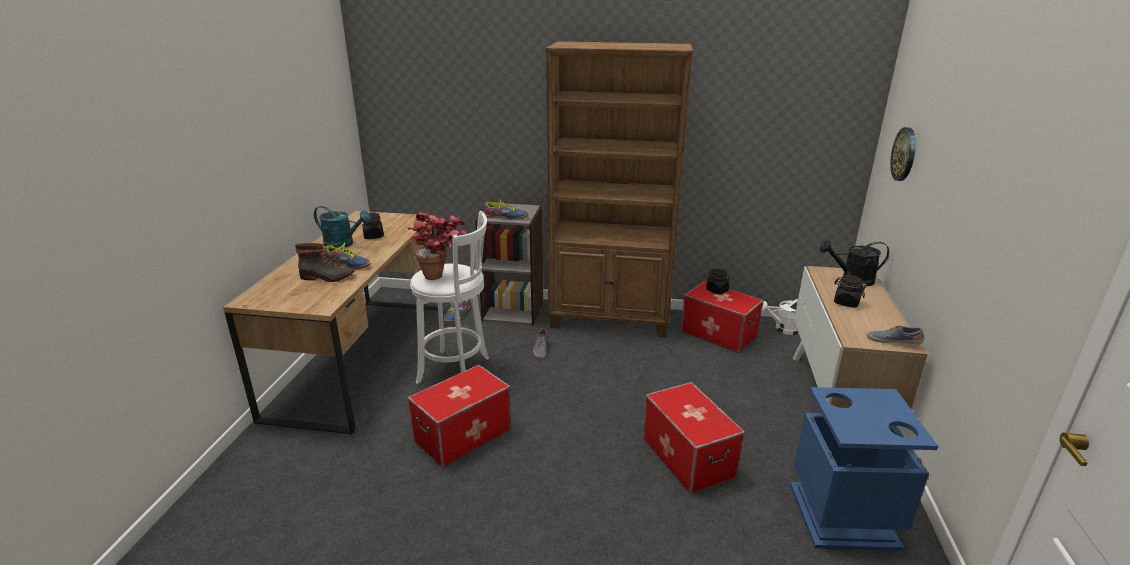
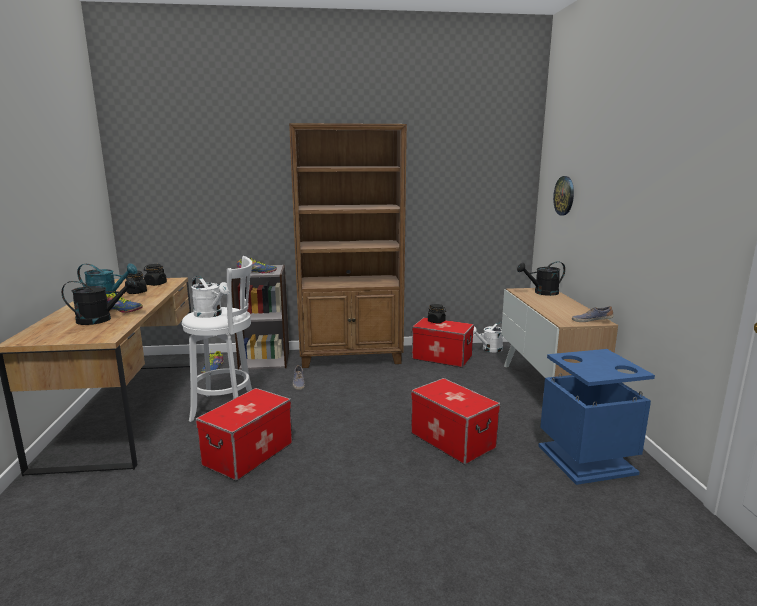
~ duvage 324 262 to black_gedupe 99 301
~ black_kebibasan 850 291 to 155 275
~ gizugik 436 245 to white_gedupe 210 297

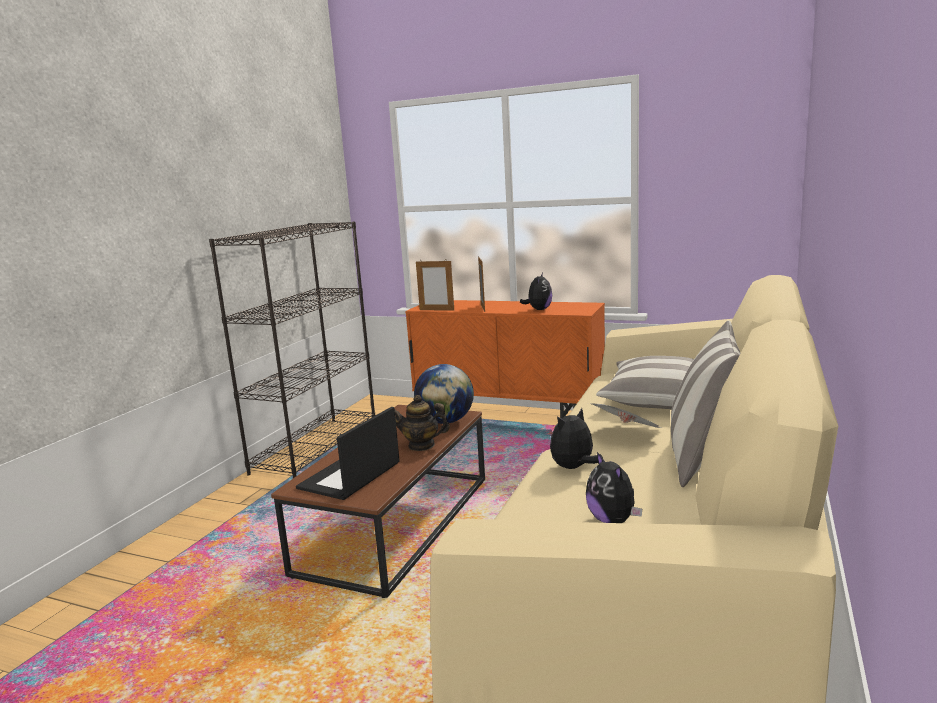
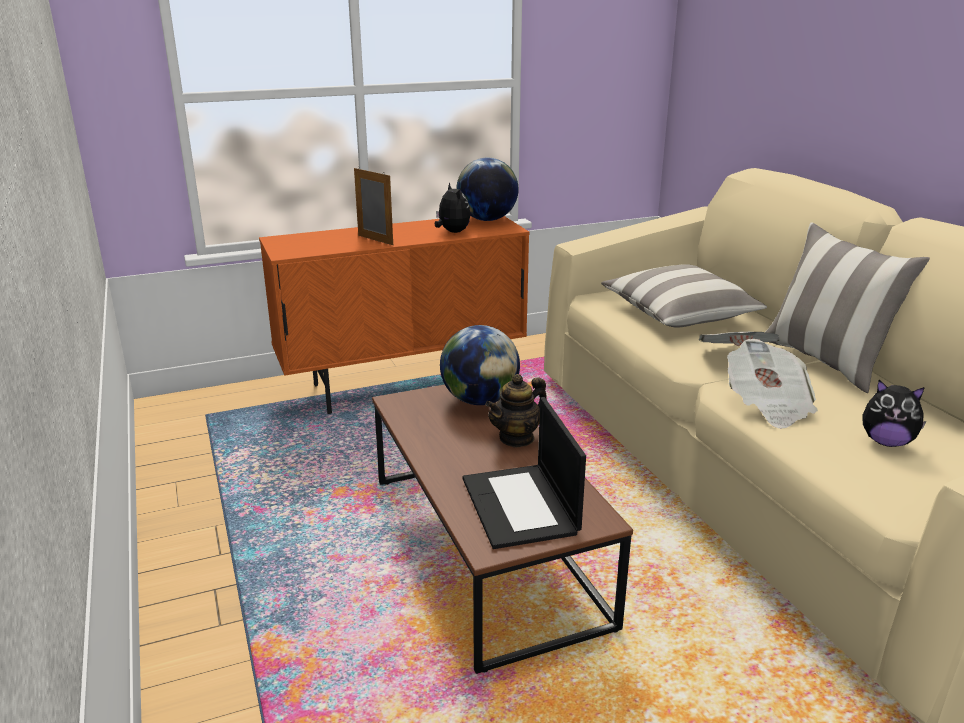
+ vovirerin 487 189
~ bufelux 576 438 to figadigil 772 384
- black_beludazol 292 349
- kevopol 435 285

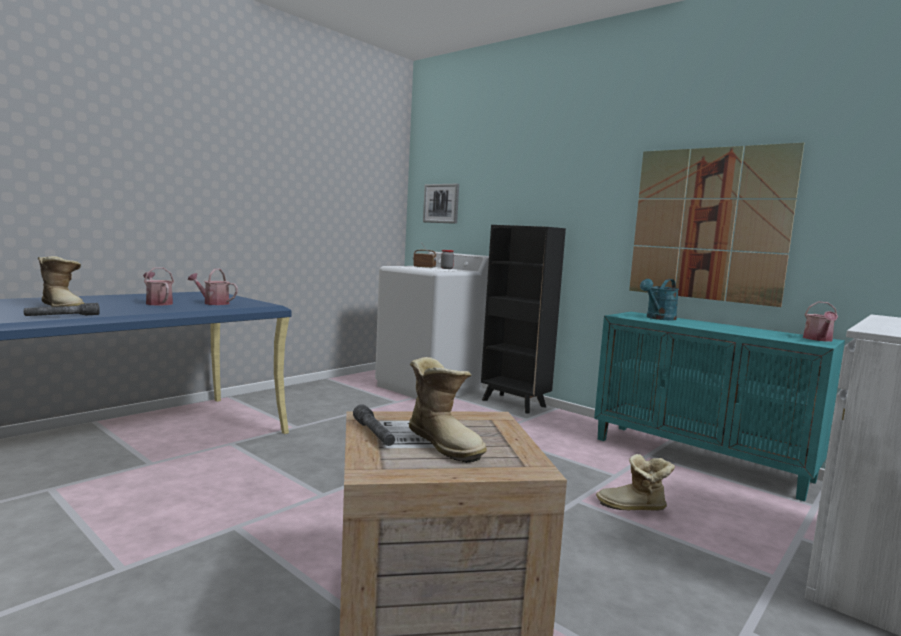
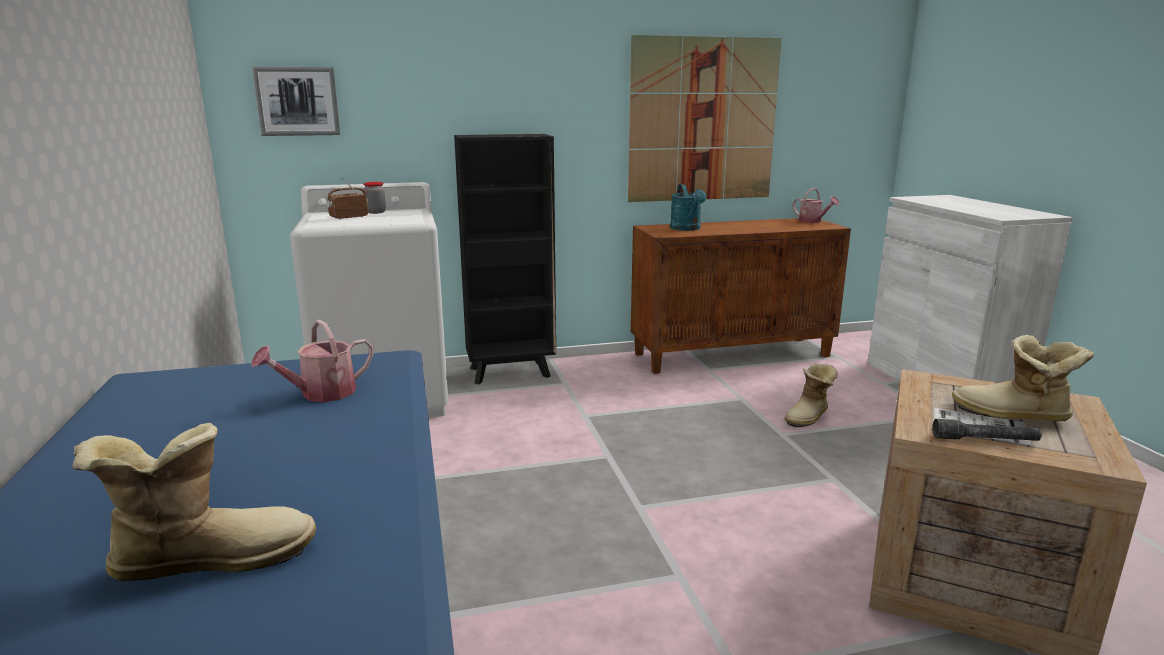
~ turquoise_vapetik 719 406 to brown_vapetik 741 296
~ duvage 448 410 = 1023 378 150 degrees counterclockwise
- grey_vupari 62 309
- gedupe 158 286

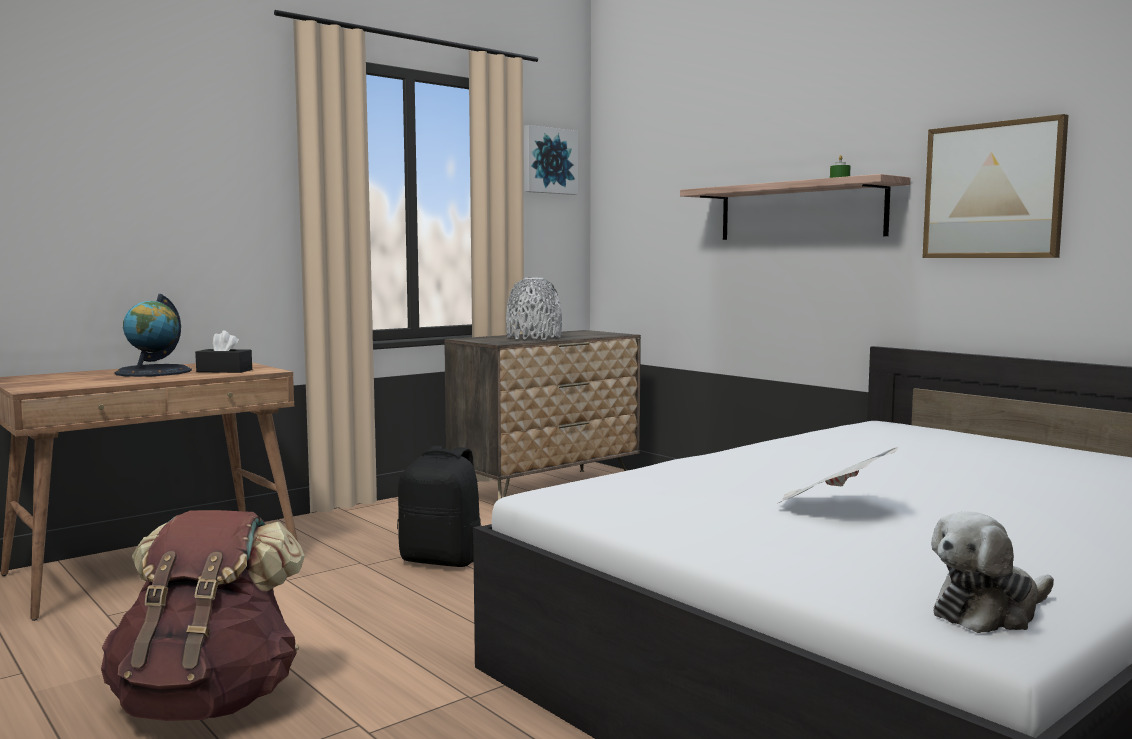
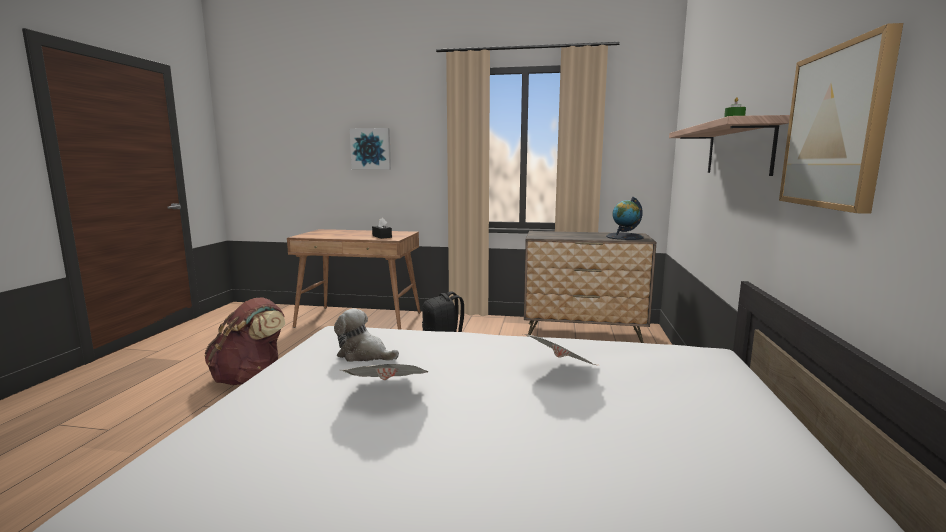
~ bufelux 992 572 to 366 335
~ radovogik 551 160 to 370 148
+ figadigil 560 349
~ vovirerin 153 335 to 625 218
- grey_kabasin 534 309

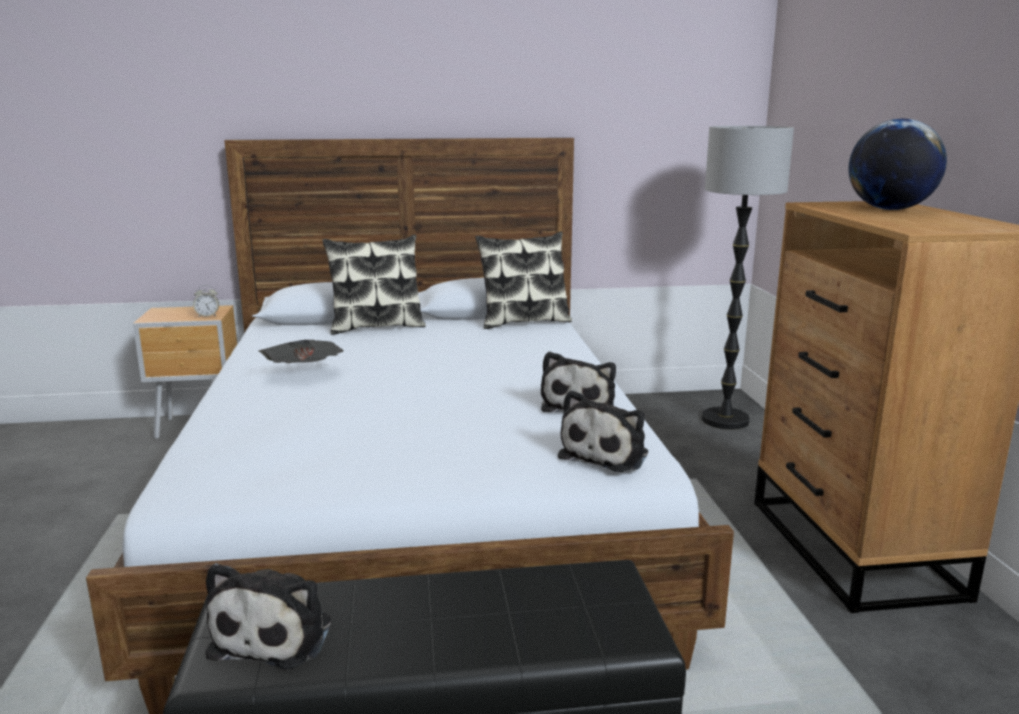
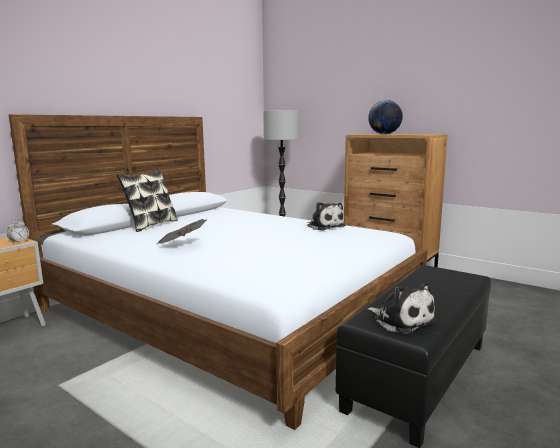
- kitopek 523 280
- bufelux 603 431

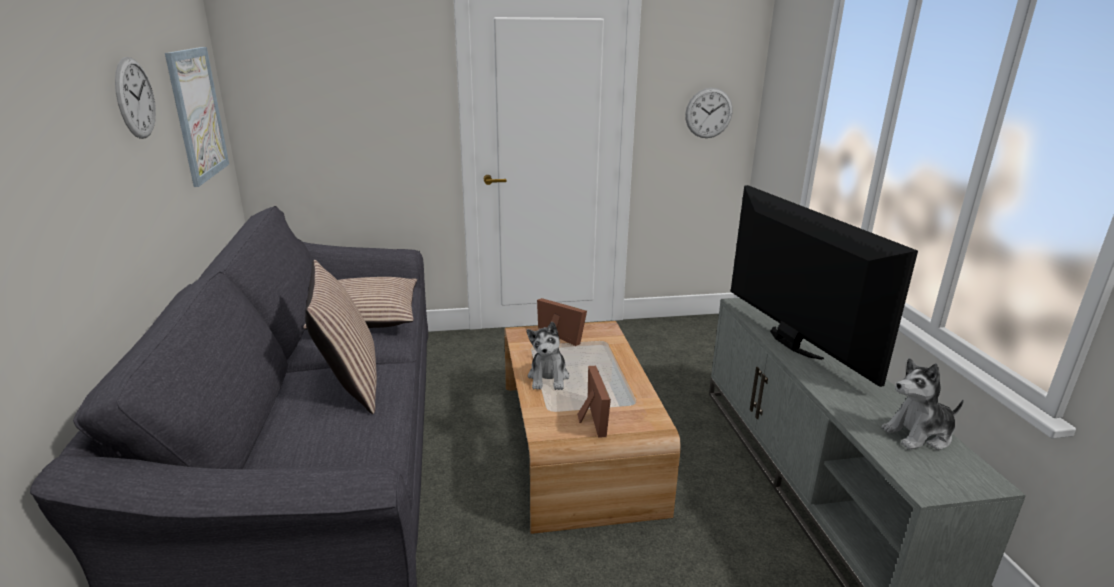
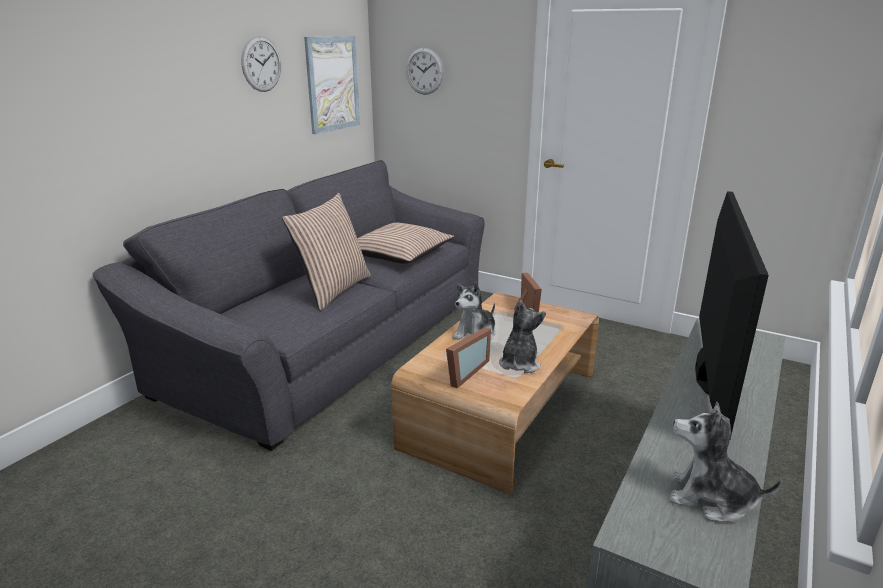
~ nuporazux 709 113 to 425 71
+ bufelux 522 336

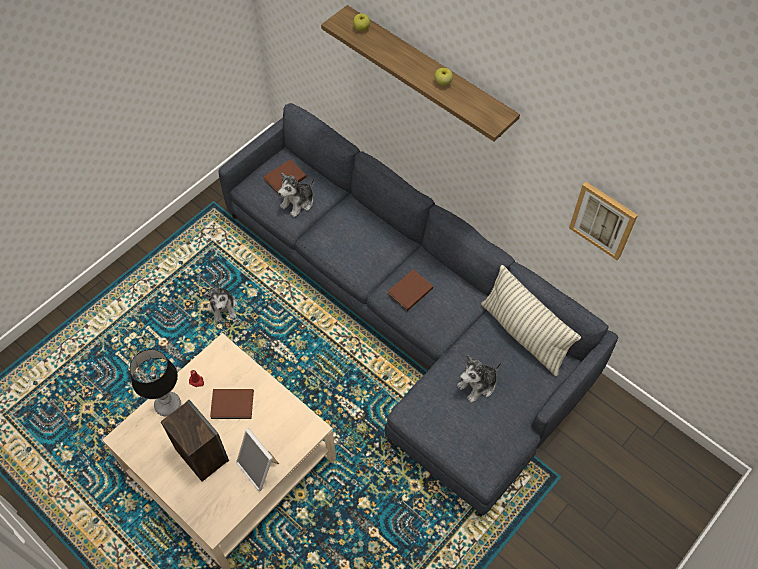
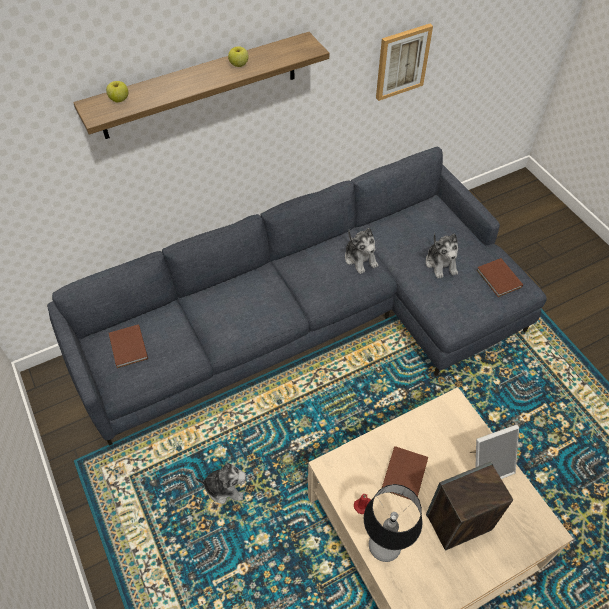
~ bufelux 296 195 to 361 251
~ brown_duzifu 410 290 to 500 277
- kitopek 531 320

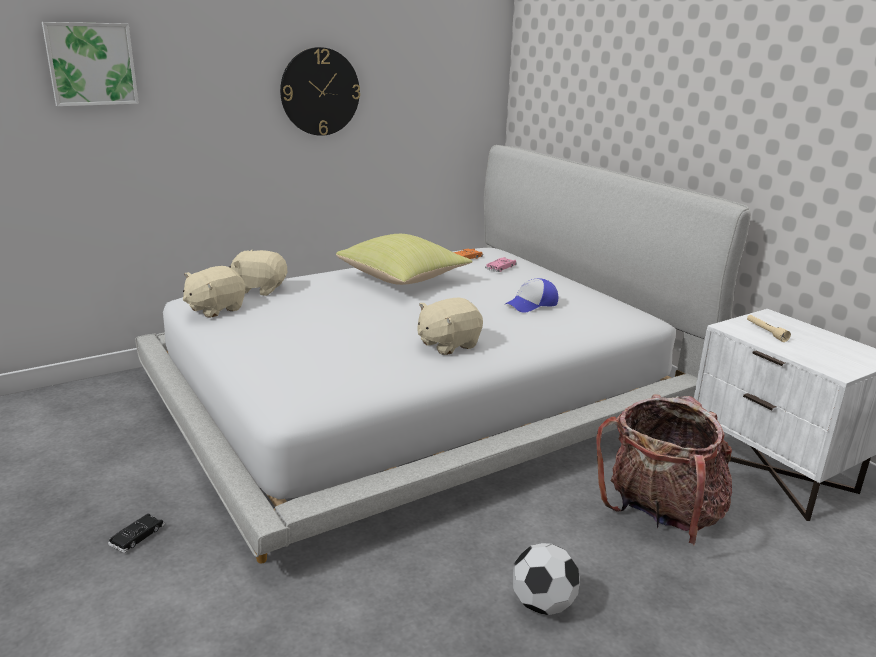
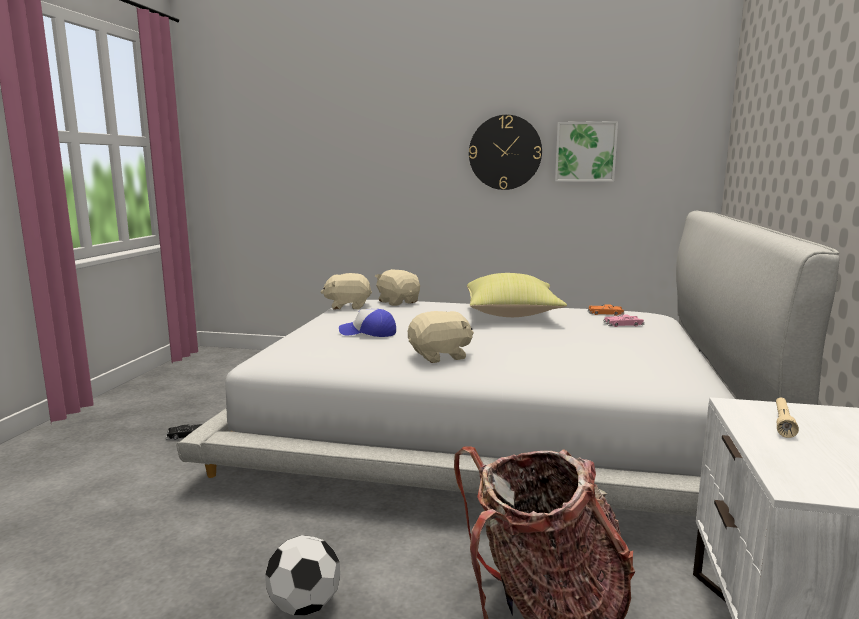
~ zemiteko 531 295 to 367 323
~ beige_bufelux 450 326 = 441 337 150 degrees clockwise
~ radovogik 90 64 to 586 151

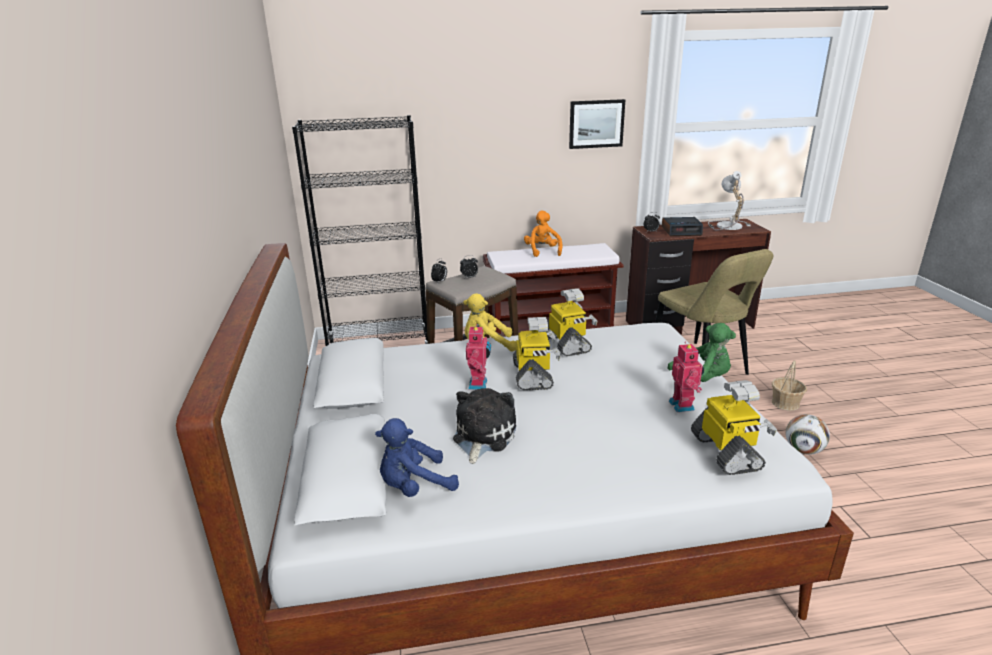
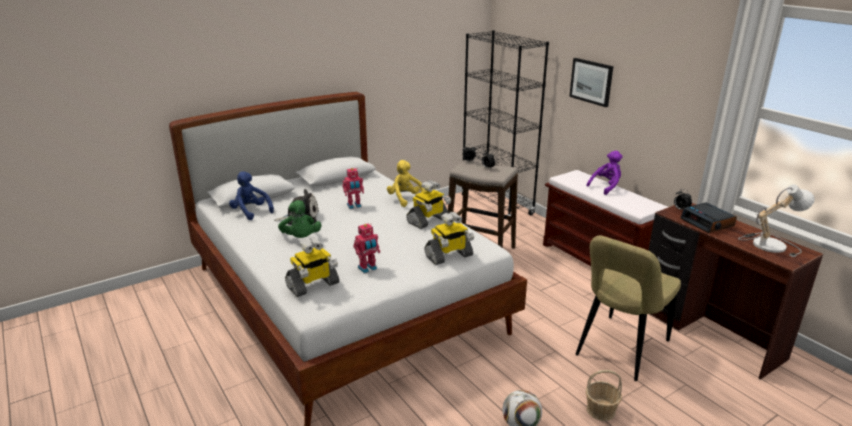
~ green_bufelux 701 352 to 300 219
~ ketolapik 537 353 to 449 238
~ radovogik 597 124 to 591 82
~ orange_bufelux 543 234 to purple_bufelux 604 173

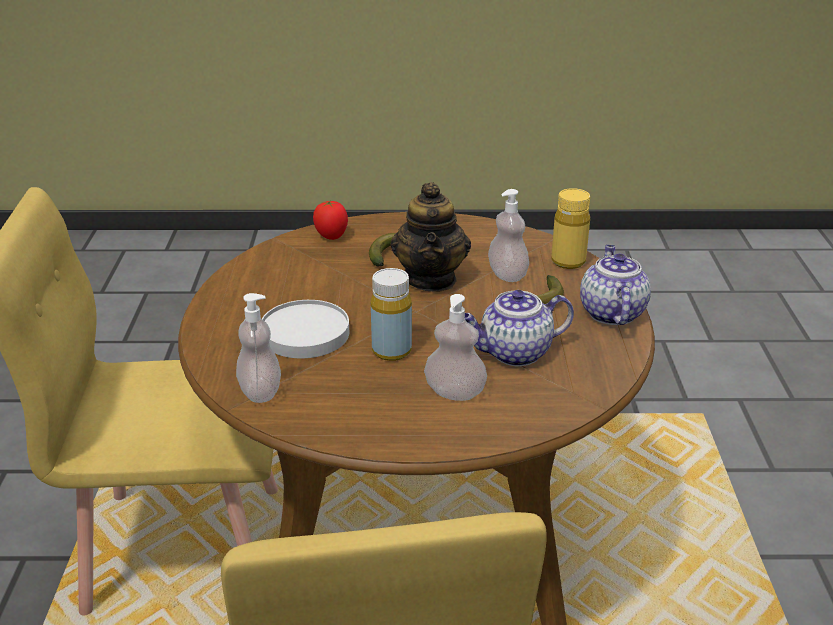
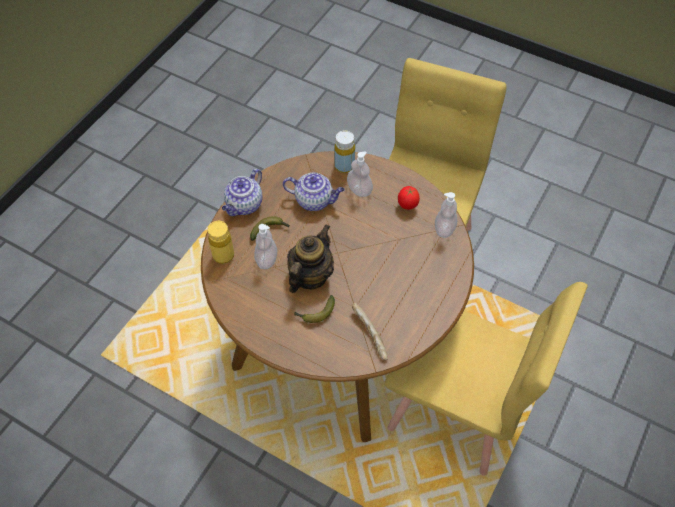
~ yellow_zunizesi 391 314 to 344 151
+ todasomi 370 331
~ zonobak 330 220 to 409 198
- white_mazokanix 305 329

